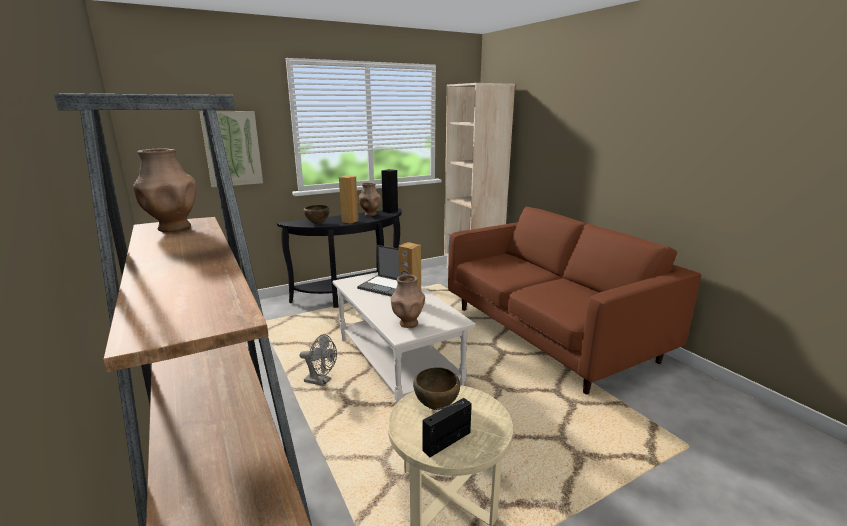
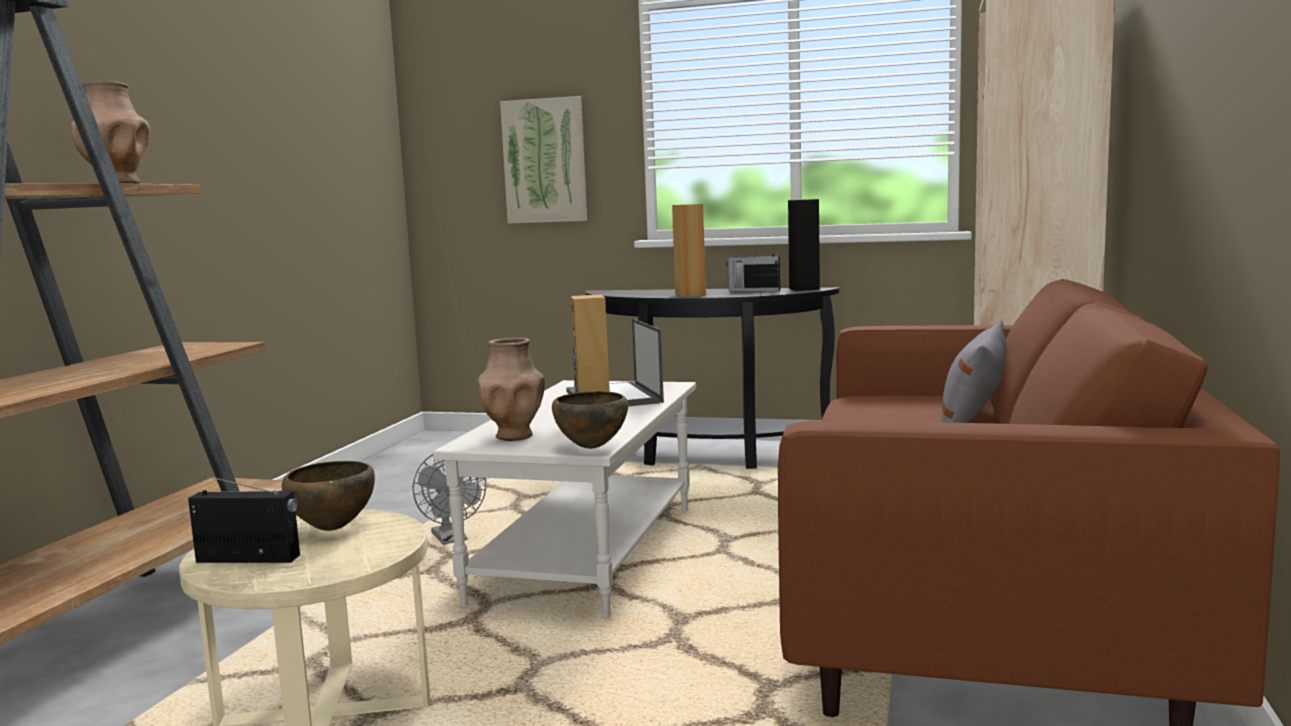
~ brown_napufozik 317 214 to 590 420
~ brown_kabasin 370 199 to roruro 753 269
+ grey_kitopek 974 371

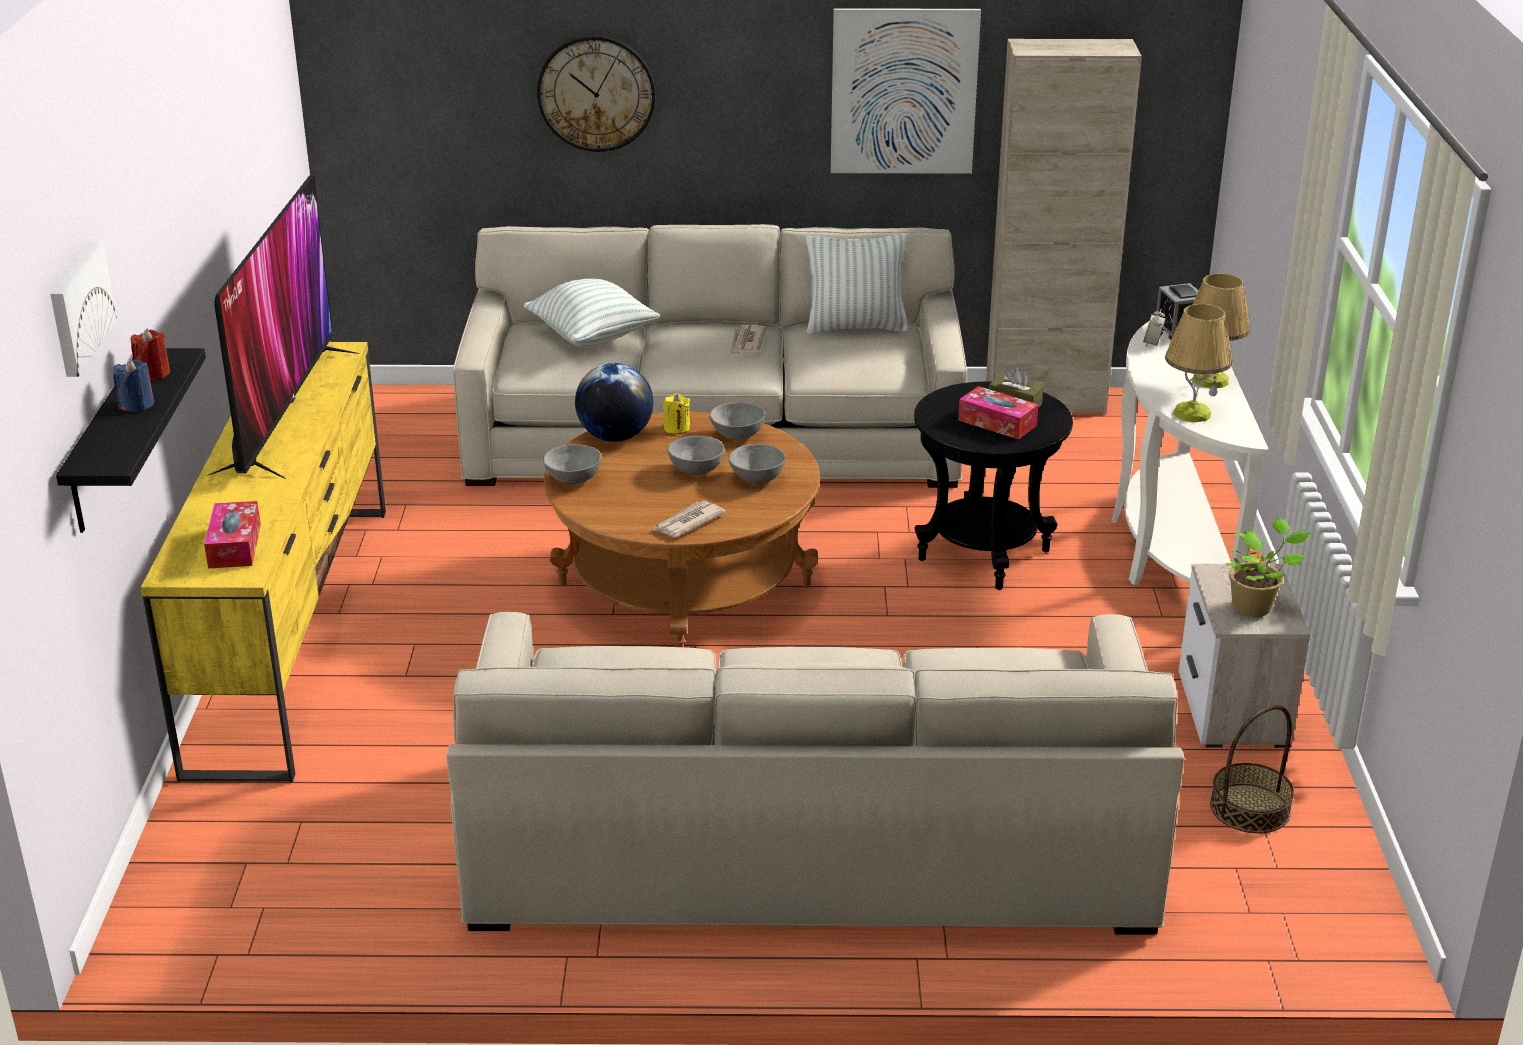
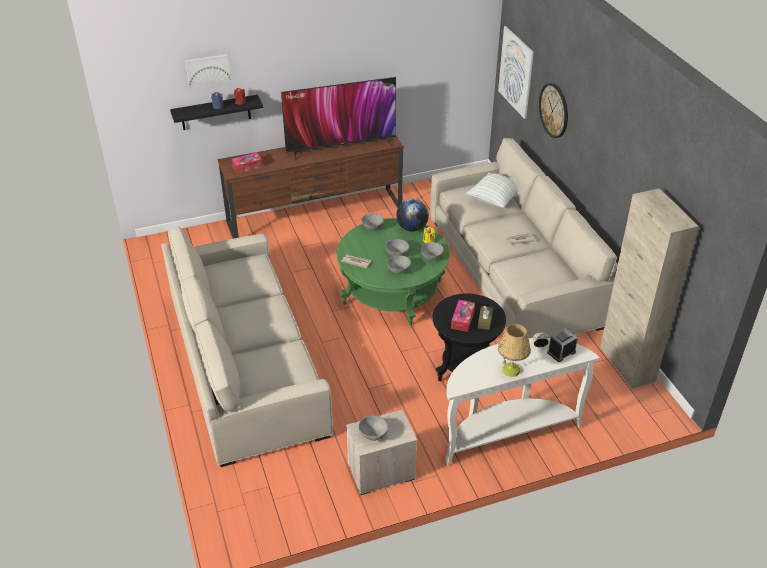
~ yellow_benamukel 263 562 to brown_benamukel 311 187
~ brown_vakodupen 682 529 to green_vakodupen 393 271
~ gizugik 1268 567 to grey_napufozik 373 428
~ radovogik 906 91 to 516 72
- kitopek 857 283
- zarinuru 1198 363
- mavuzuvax 1252 769

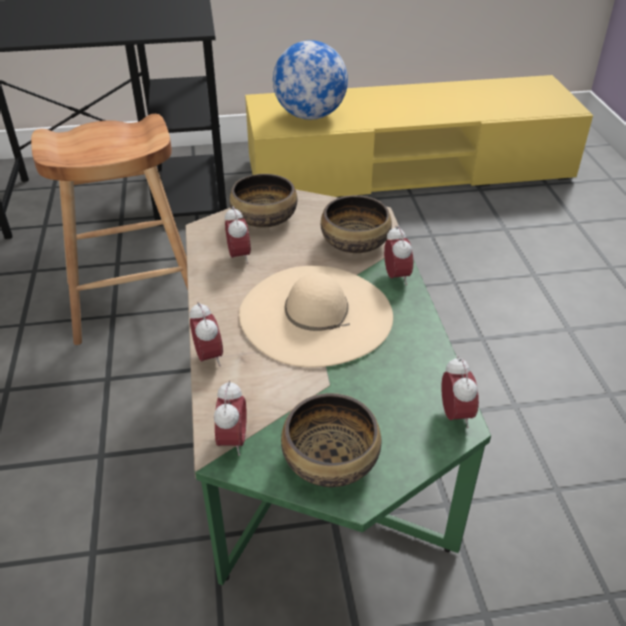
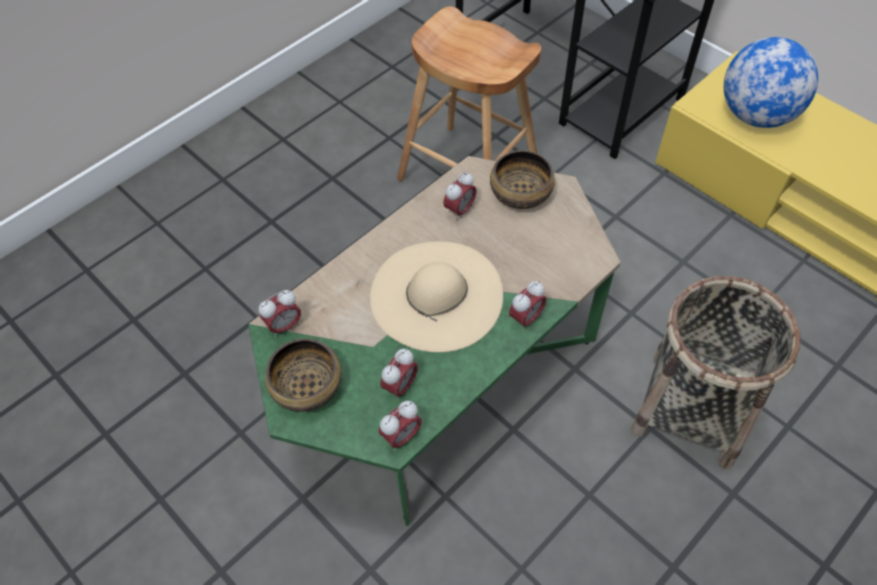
~ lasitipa 206 334 to 399 375
+ mavuzuvax 715 372
- napufozik 356 224

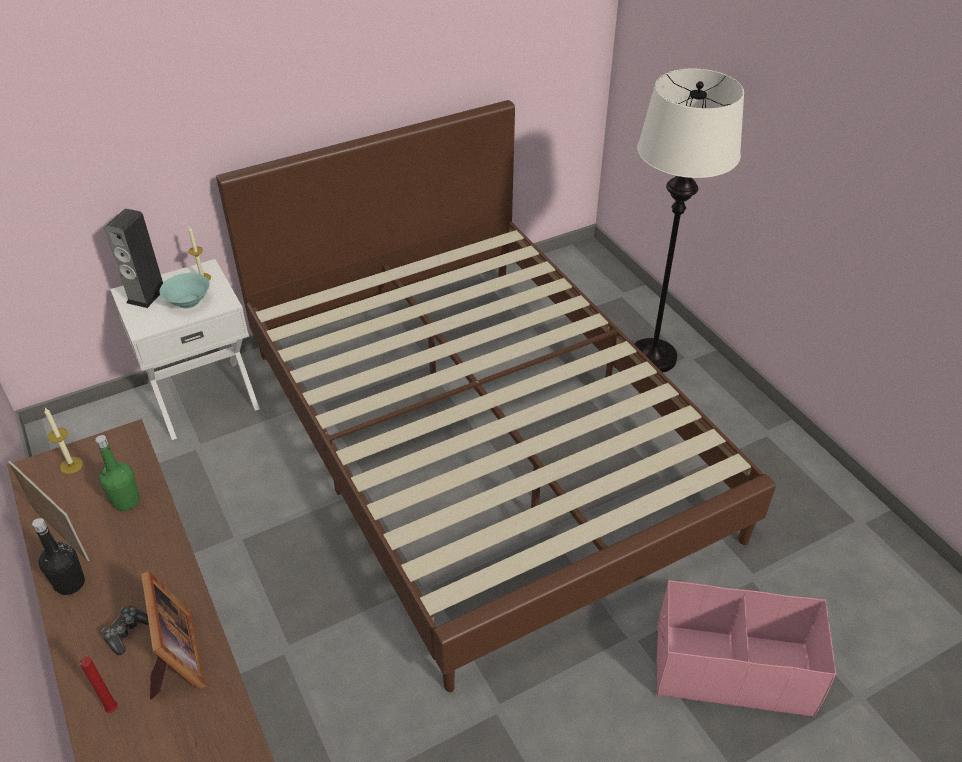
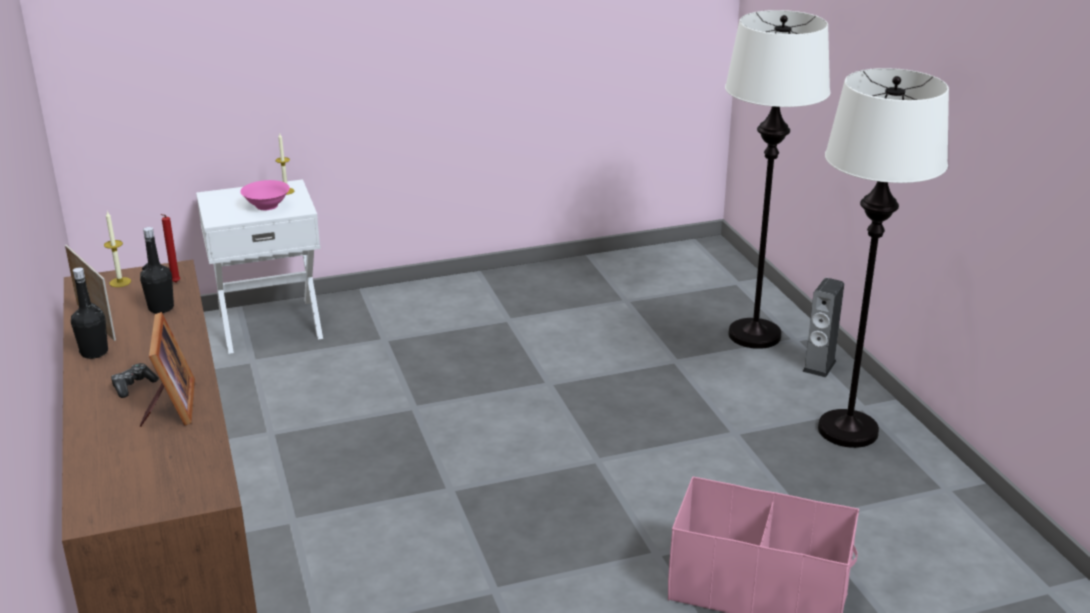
~ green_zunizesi 117 473 to black_zunizesi 157 270
~ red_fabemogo 97 685 to 170 248
~ turquoise_napufozik 185 291 to pink_napufozik 265 195
~ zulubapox 133 258 to 823 328
+ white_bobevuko 883 258
- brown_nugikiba 496 396

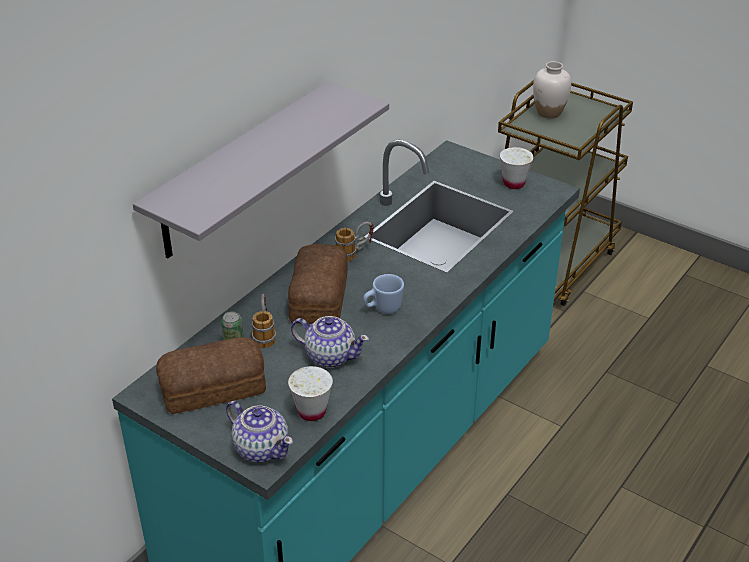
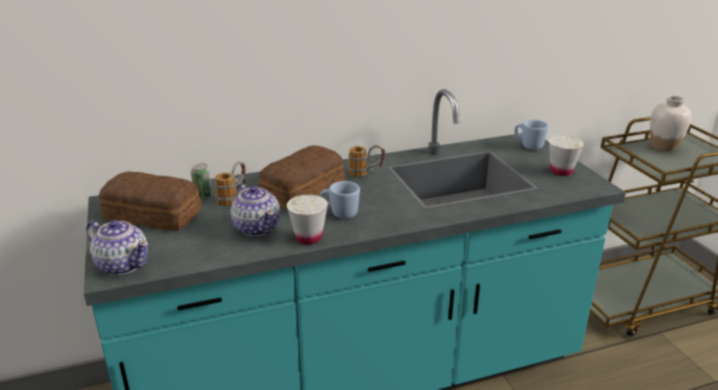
~ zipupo 259 432 = 117 247 45 degrees counterclockwise
~ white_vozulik 310 393 to 307 219
+ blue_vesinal 531 135
- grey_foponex 261 170

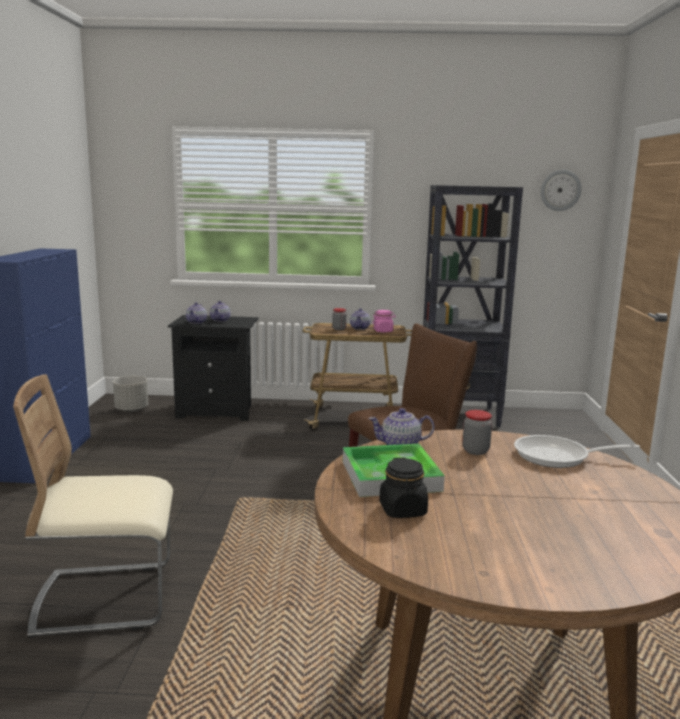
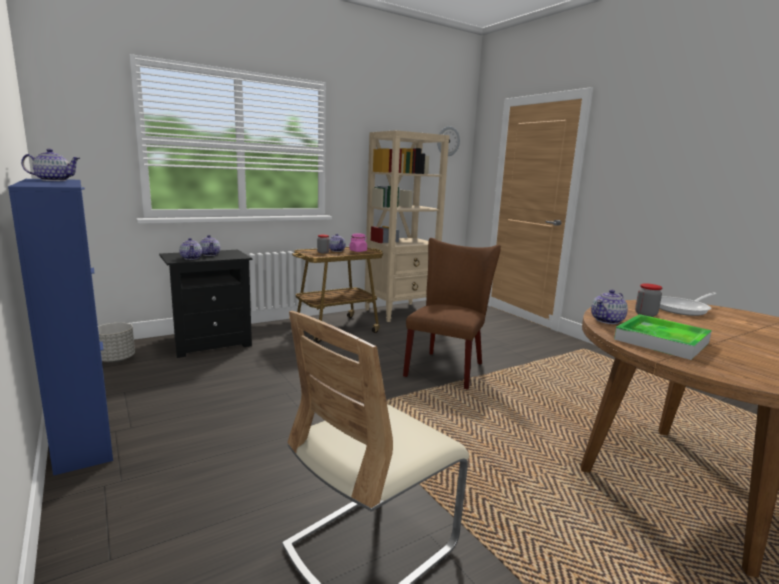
+ zipupo 50 165
~ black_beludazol 473 306 to beige_beludazol 407 226
- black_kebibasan 403 488

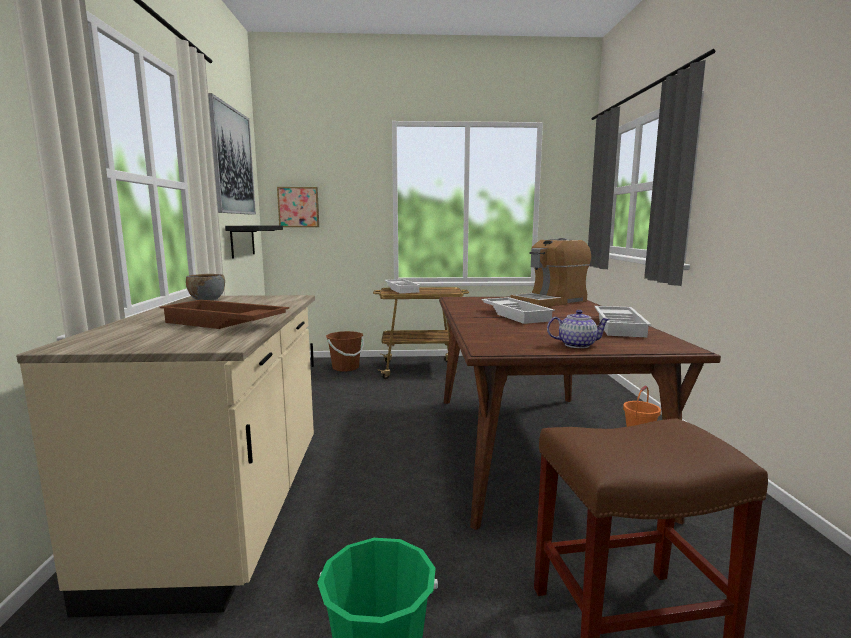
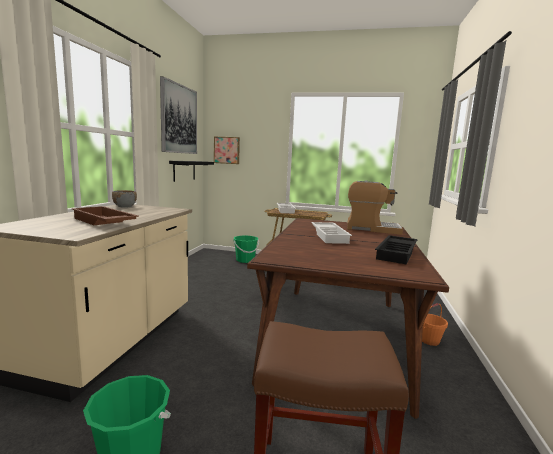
~ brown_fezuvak 345 351 to green_fezuvak 246 249
~ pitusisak 550 272 = 375 207 150 degrees counterclockwise
~ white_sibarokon 623 321 to black_sibarokon 396 249
- zipupo 578 329

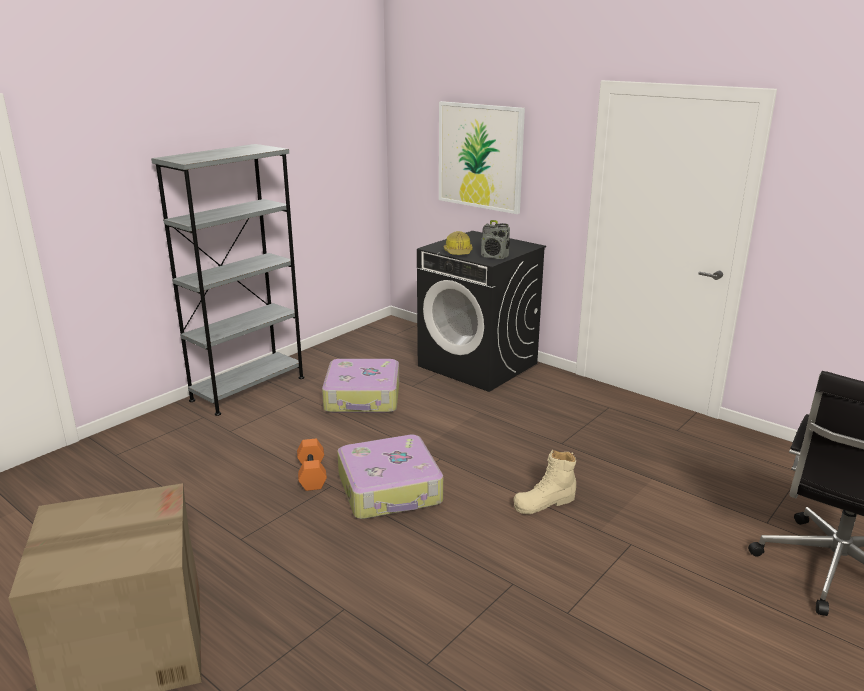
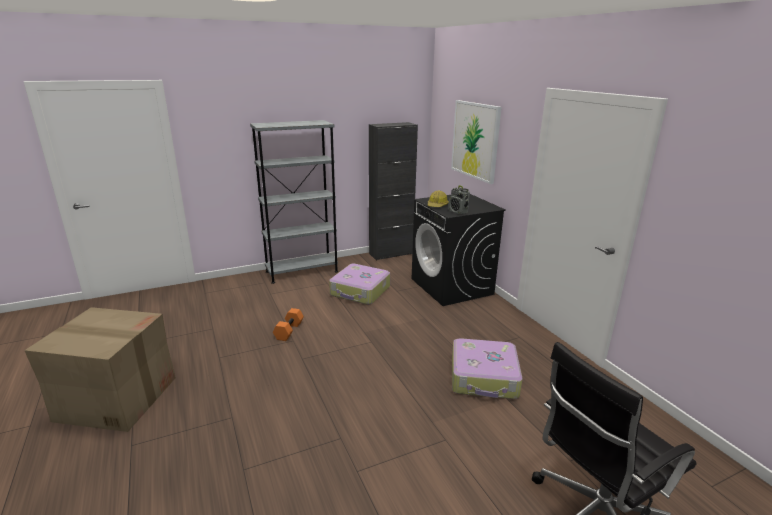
+ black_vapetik 393 191
~ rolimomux 390 476 to 487 368
- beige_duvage 544 482

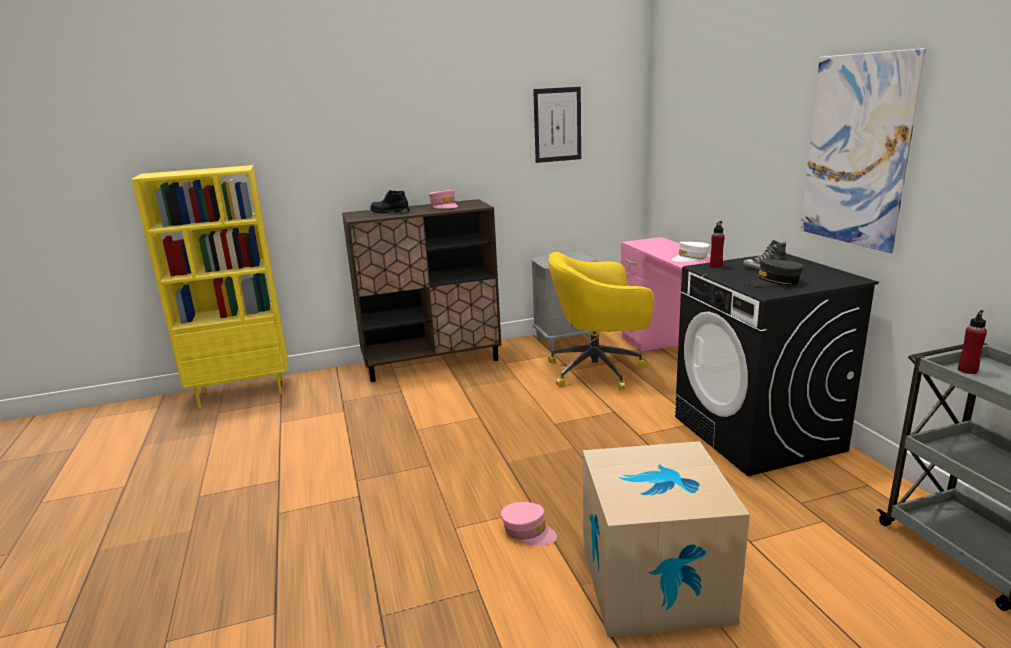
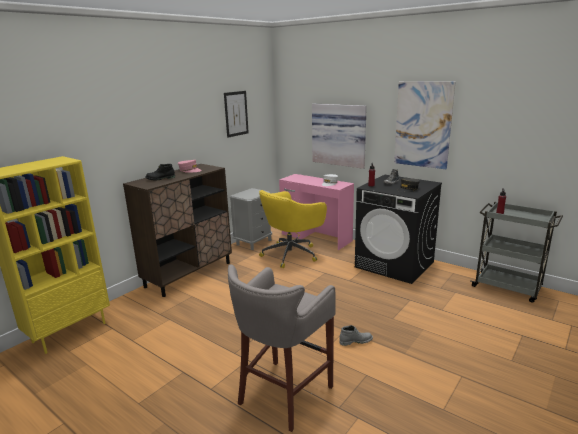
+ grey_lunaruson 282 348
+ radovogik 339 136
~ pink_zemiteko 529 523 to grey_duvage 356 335
- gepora 666 539

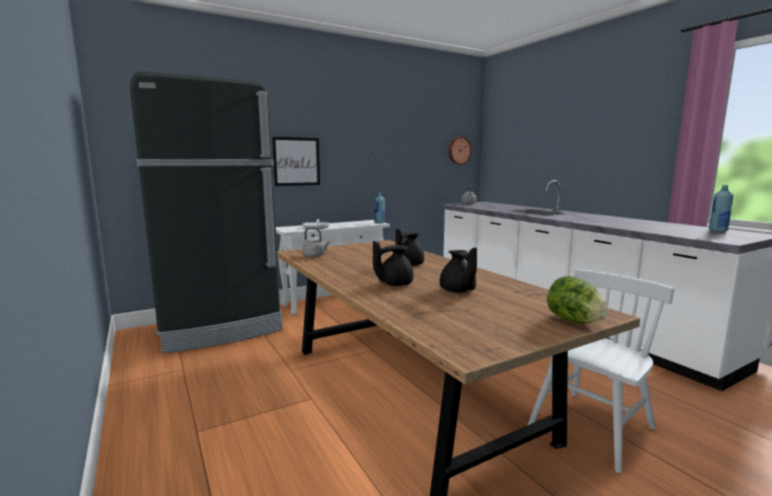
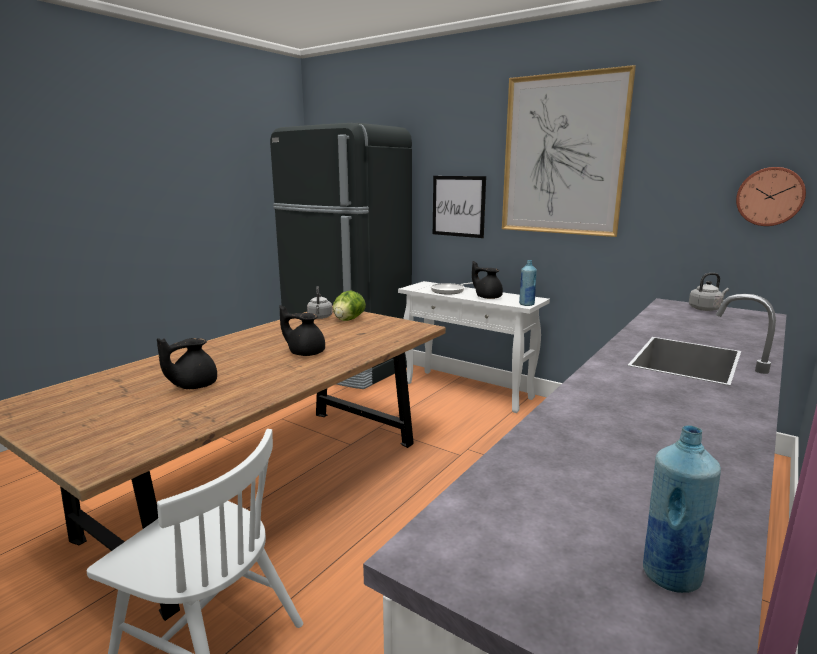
~ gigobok 578 300 to 349 305
~ black_zipupo 393 263 to 487 280
+ radovogik 569 151

